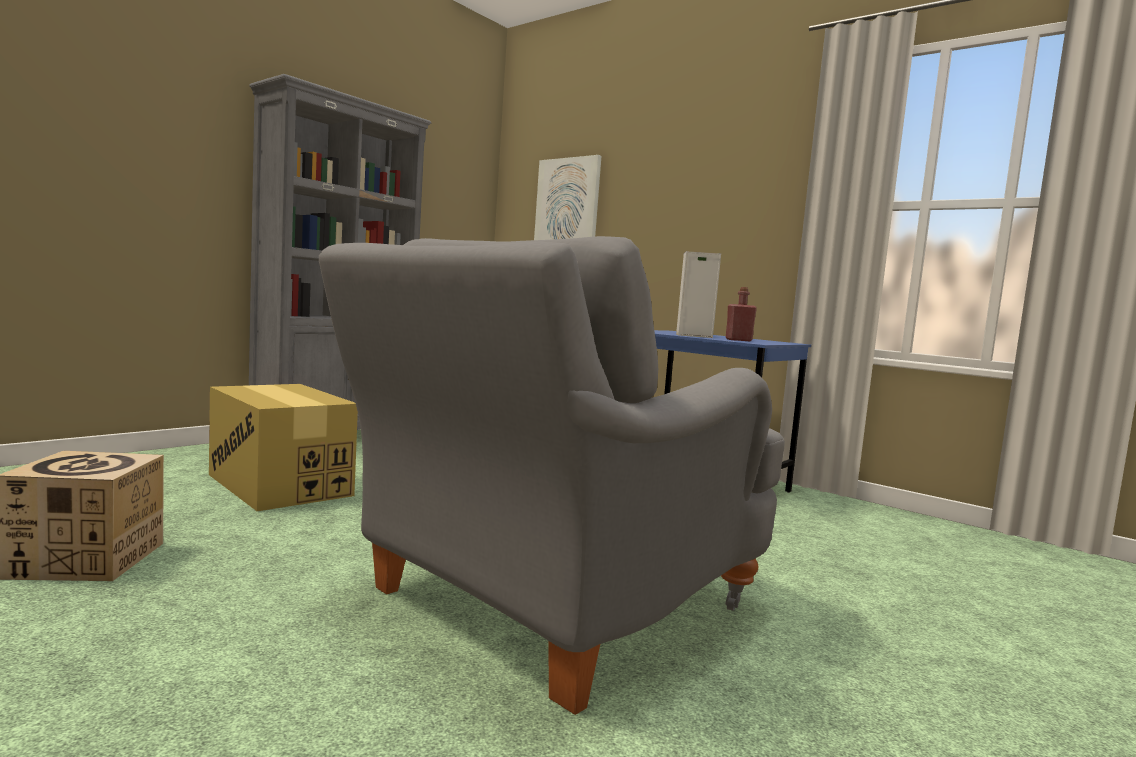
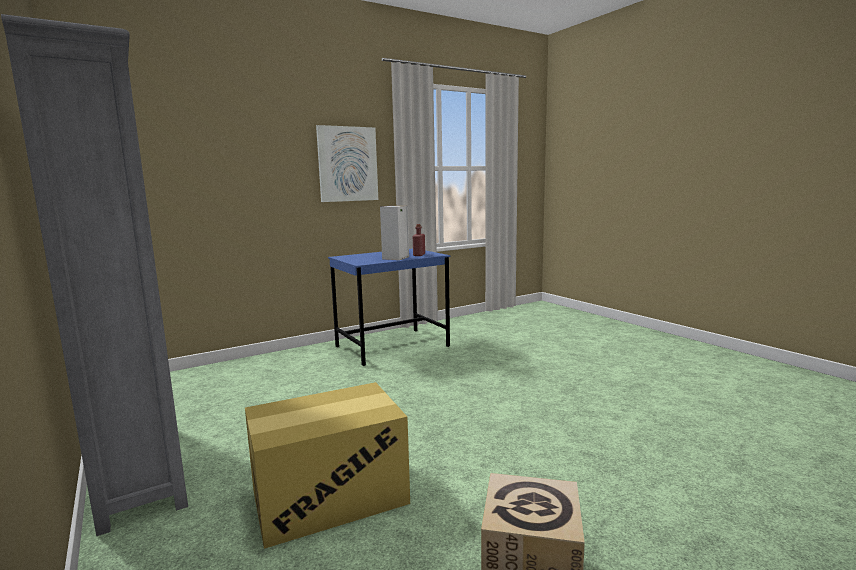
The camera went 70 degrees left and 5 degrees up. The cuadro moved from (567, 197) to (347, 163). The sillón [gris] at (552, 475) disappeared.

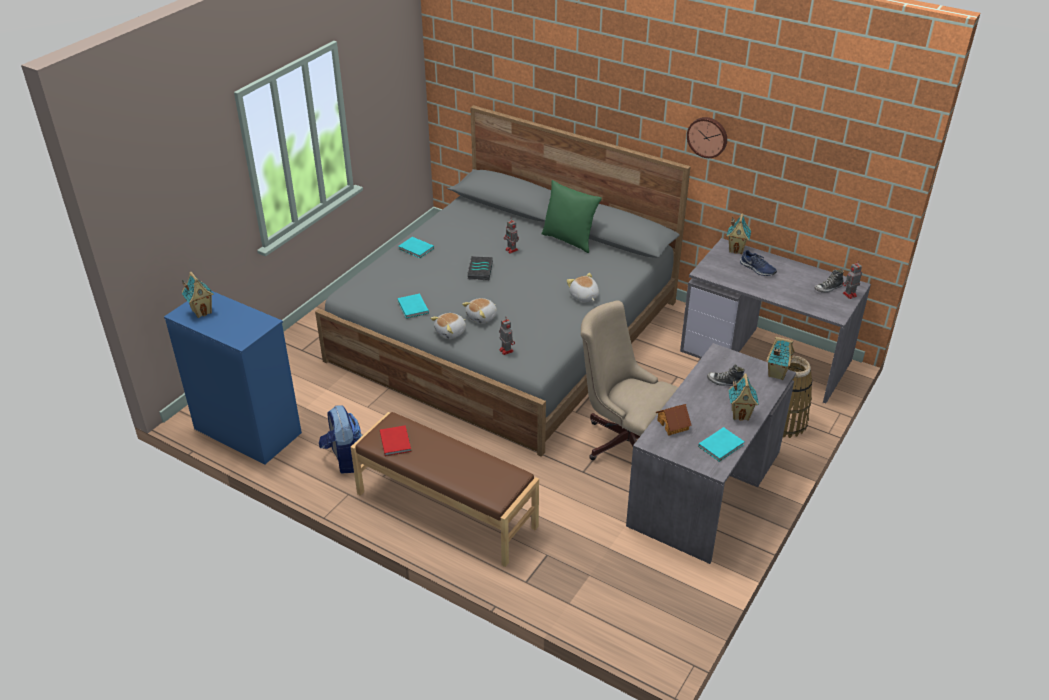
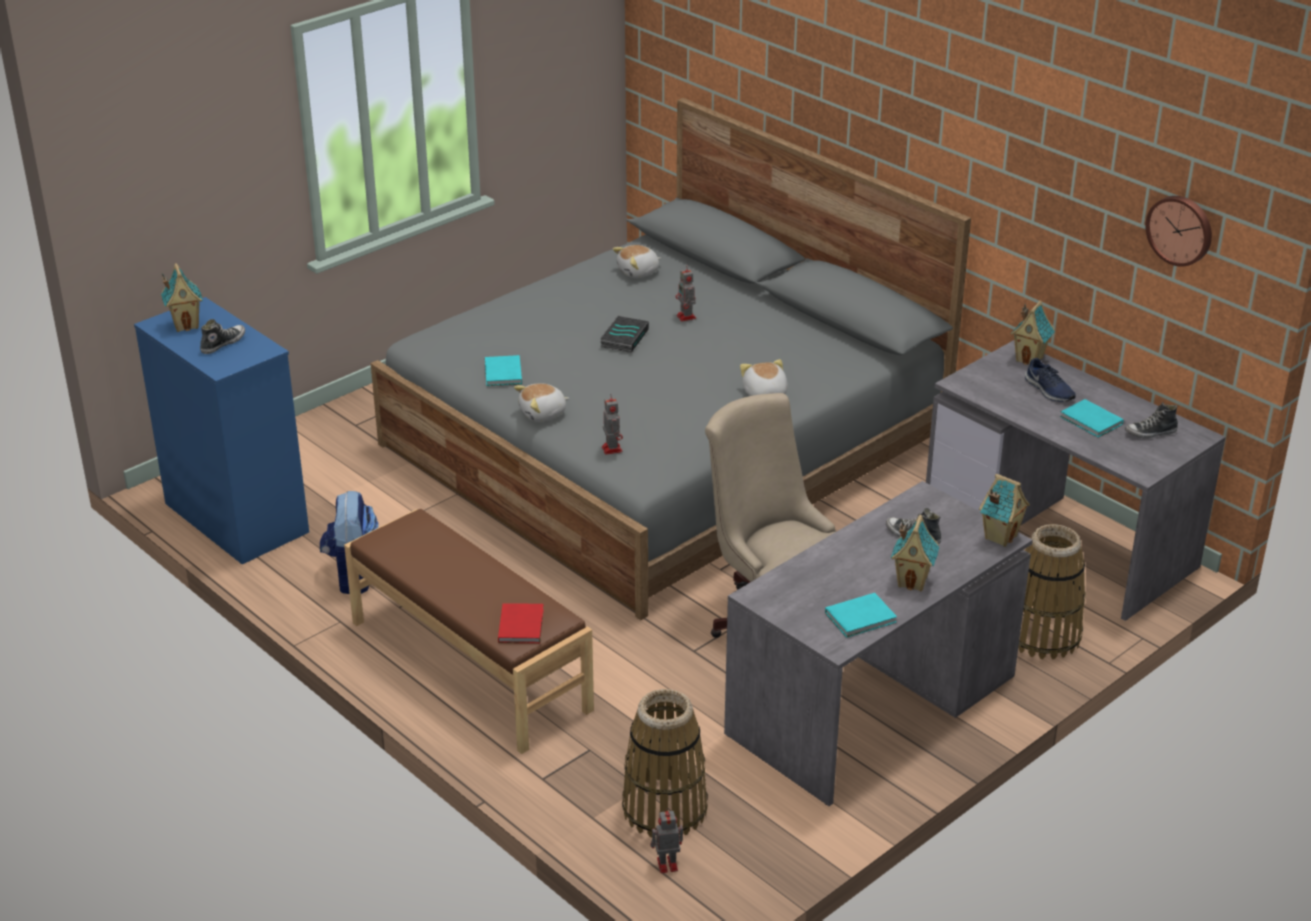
The camera went 15 degrees right and 5 degrees down. The reloj de pared moved from (707, 137) to (1178, 231). The cojín [verde] at (571, 216) disappeared. The libro [turquesa] moved from (416, 247) to (1092, 418). The robot de juguete moved from (852, 280) to (666, 840). The peluche moved from (479, 311) to (637, 261). The casita at (674, 420) disappeared. The libro [rojo] moved from (395, 440) to (521, 623). The zapato at (222, 336) appeared. The cesta at (665, 763) appeared.

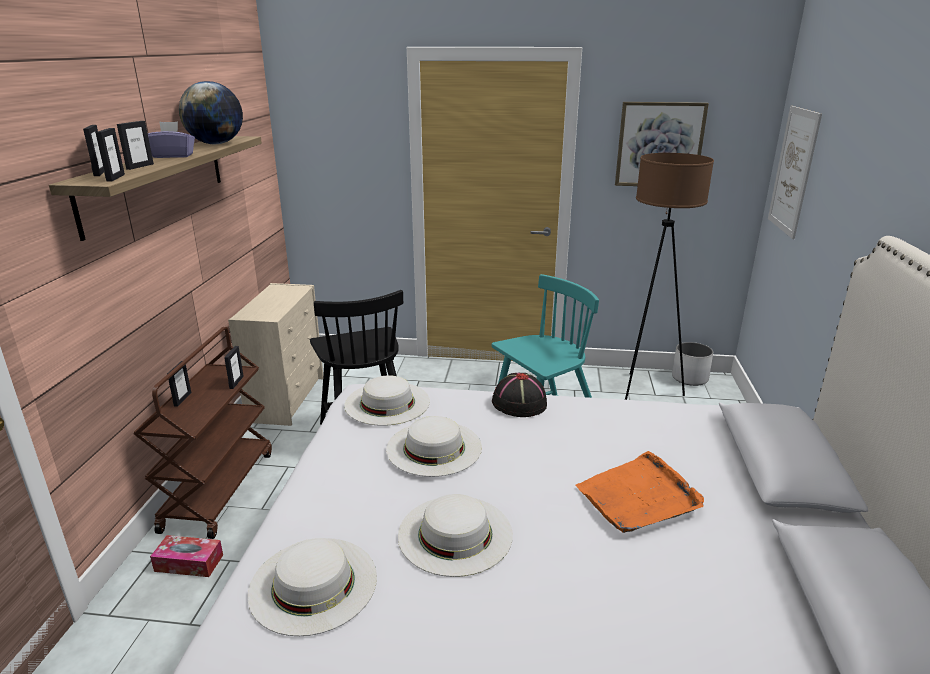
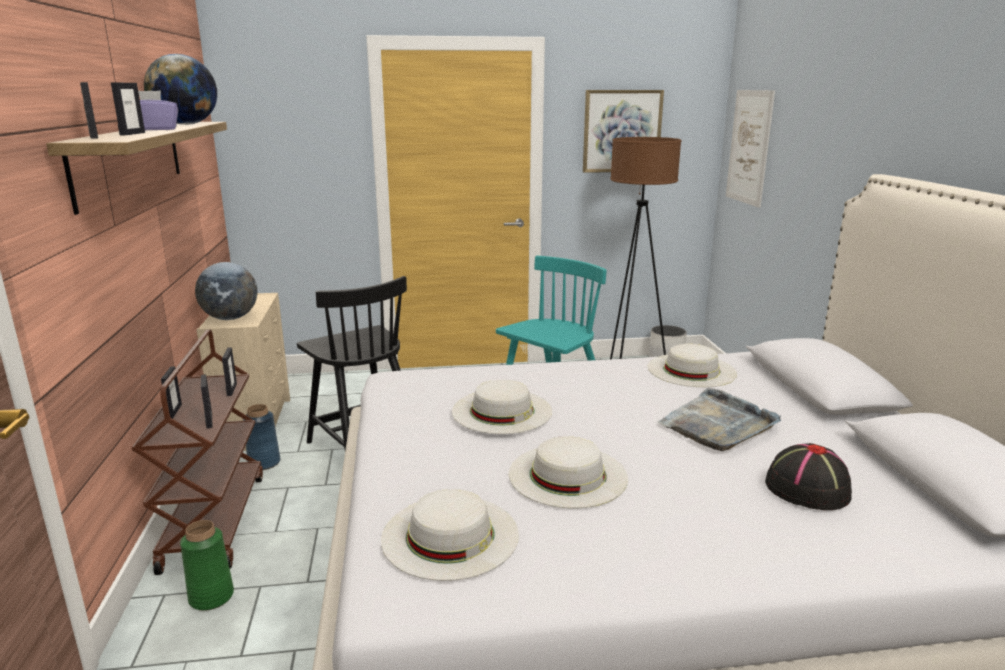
The camera went 15 degrees left and 5 degrees down. The portarretratos moved from (110, 155) to (206, 401). The sombrero [negro] moved from (519, 395) to (808, 476). The sombrero [blanco] moved from (387, 401) to (692, 365). The bandeja [naranja] at (640, 492) became the bandeja [gris] at (719, 420). The caja de pañuelos at (186, 556) was replaced by the florero [verde] at (207, 565). The globo terráqueo at (226, 291) appeared. The florero [azul] at (261, 437) appeared.

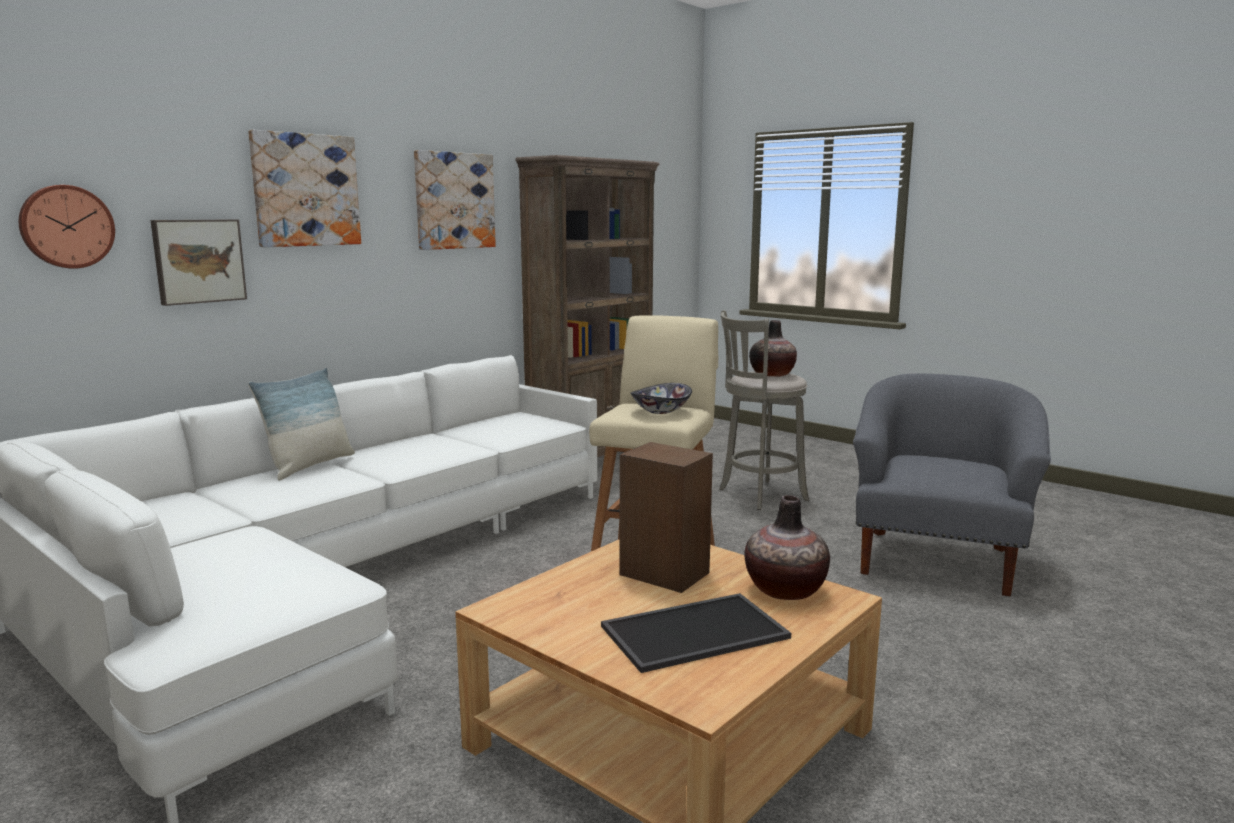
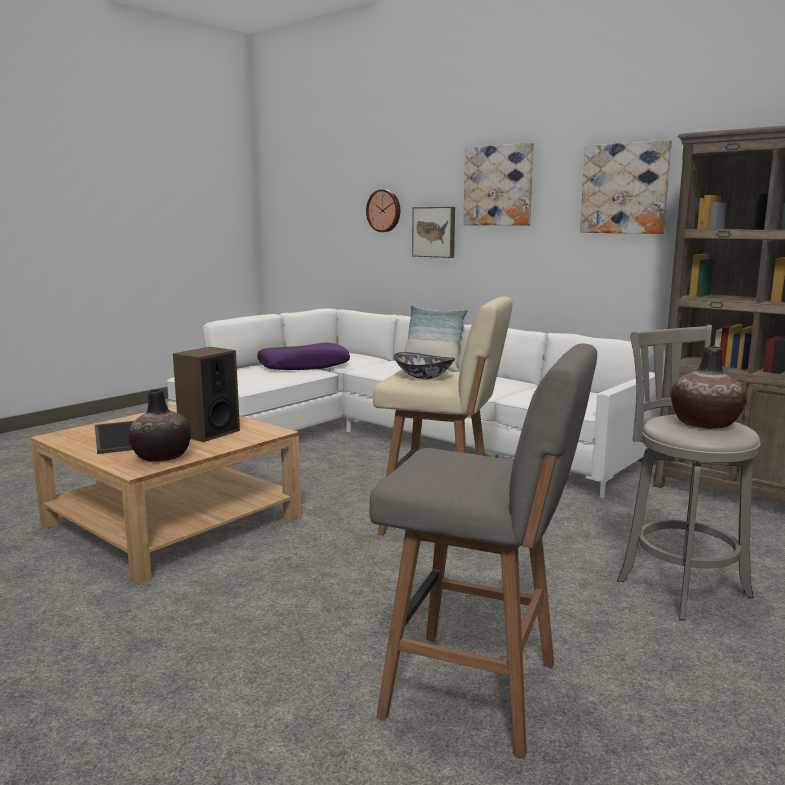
The camera went 90 degrees right and 0 degrees up. The sillón [gris] at (952, 485) was replaced by the taburete [gris] at (483, 551). The cojín [morado] at (303, 356) appeared.

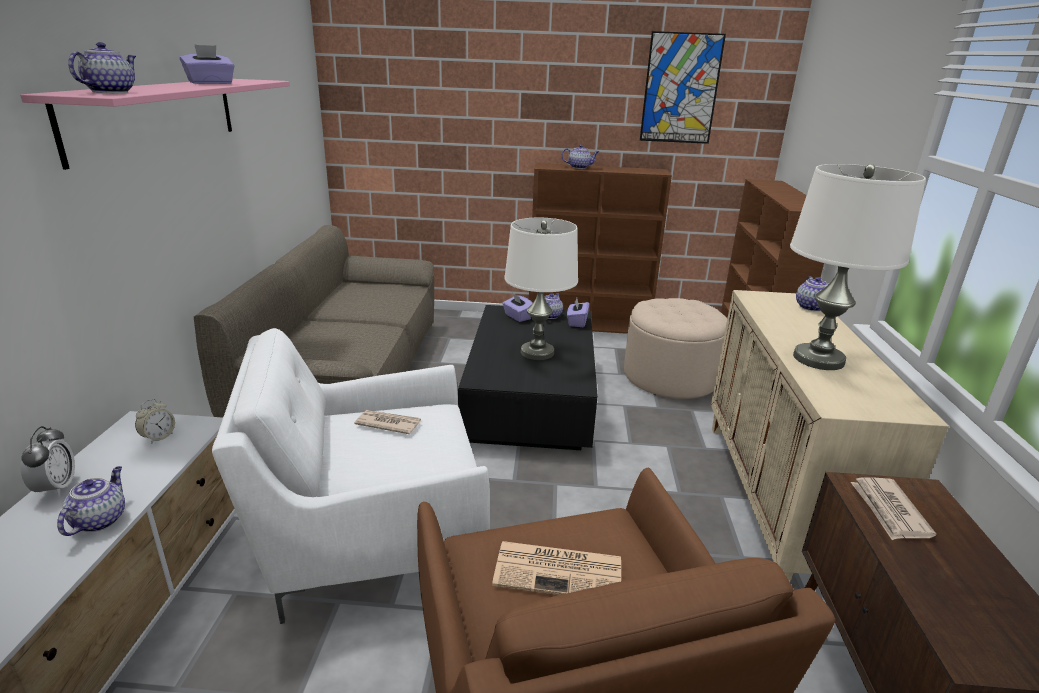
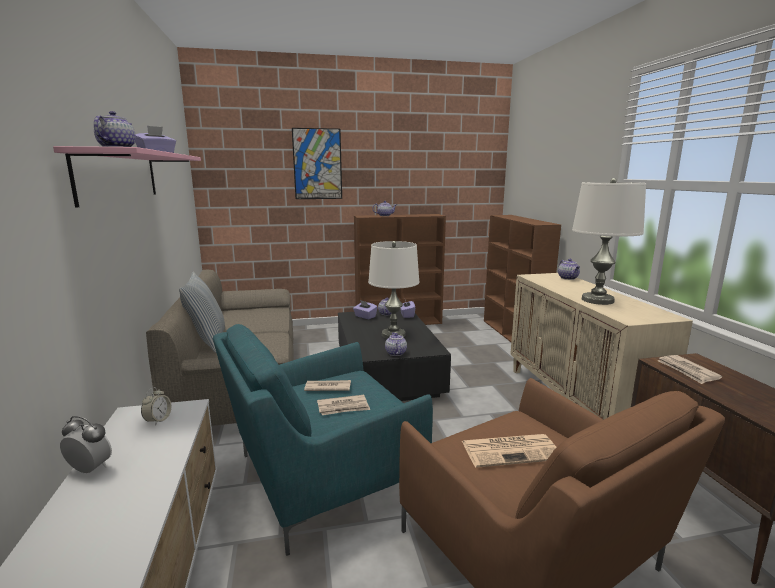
The camera went 15 degrees left and 10 degrees down. The cuadro moved from (683, 87) to (317, 163). The puf [beis] at (675, 348) disappeared. The sillón [blanco] at (351, 476) became the sillón [turquesa] at (323, 440). The despertador at (47, 461) turned 45 degrees counterclockwise. The tetera moved from (91, 501) to (396, 344). The cojín at (202, 312) appeared. The periódico at (343, 405) appeared.

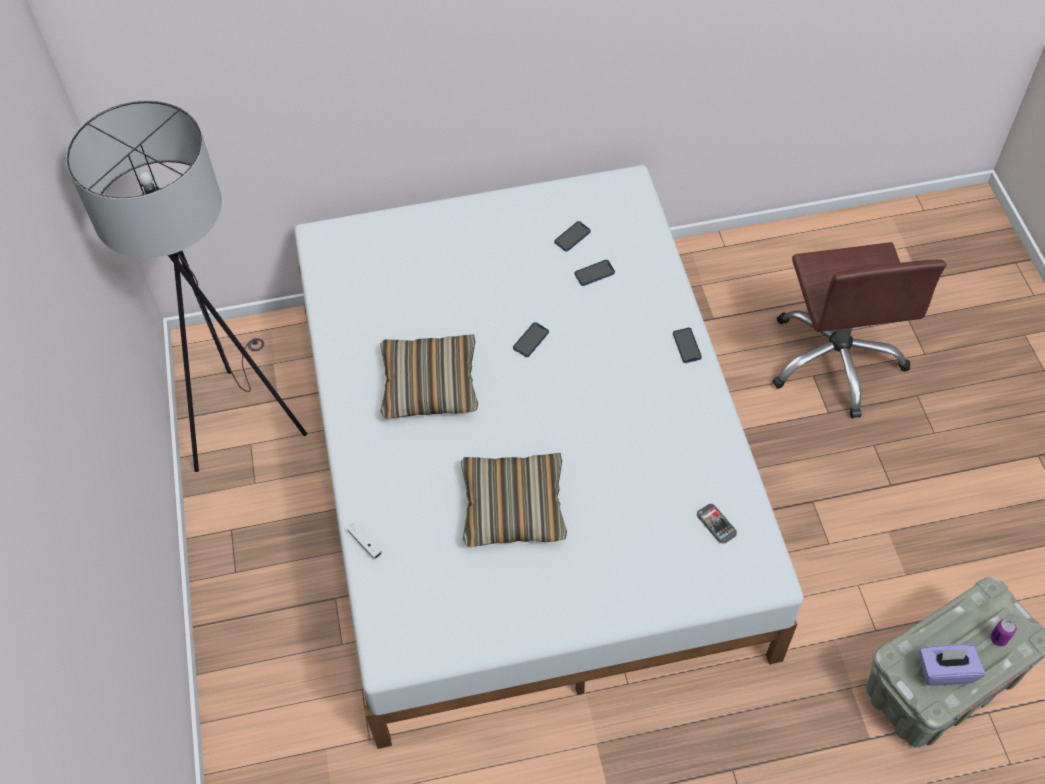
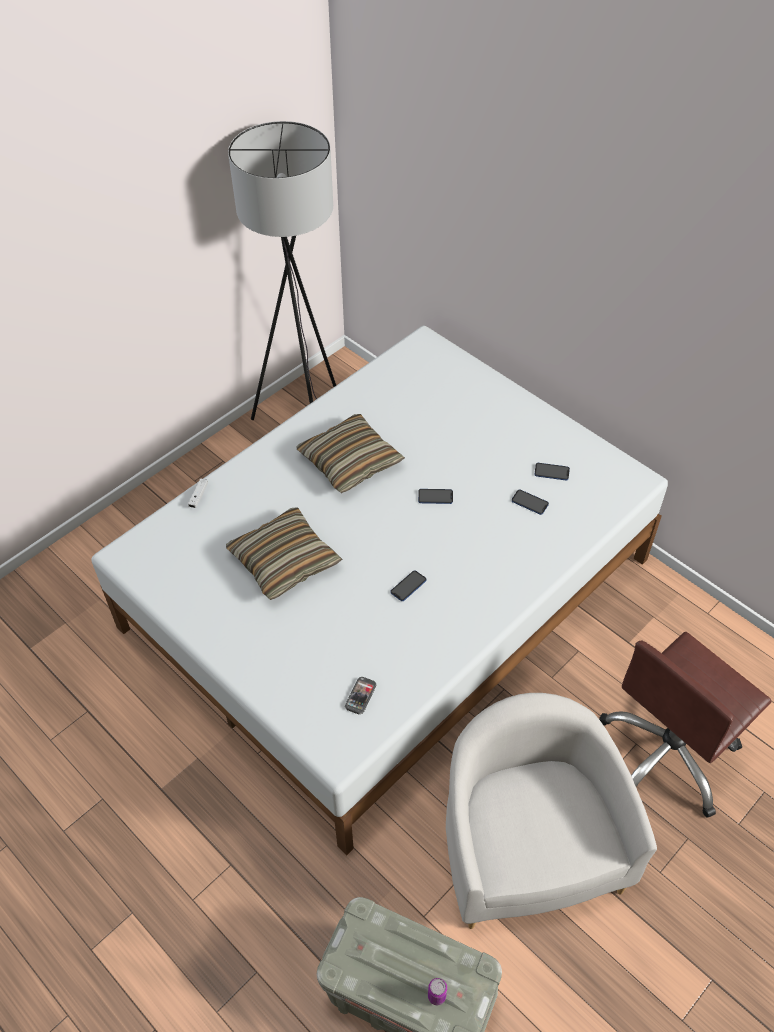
The camera went 55 degrees right and 5 degrees down. The móvil moved from (687, 345) to (408, 586). The caja de pañuelos [morado] at (952, 665) disappeared. The sillón [blanco] at (551, 811) appeared.

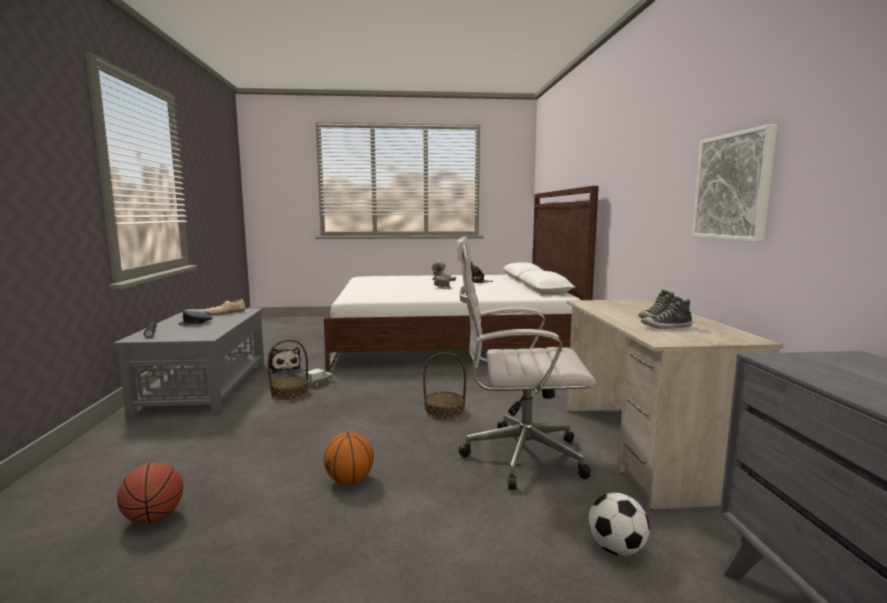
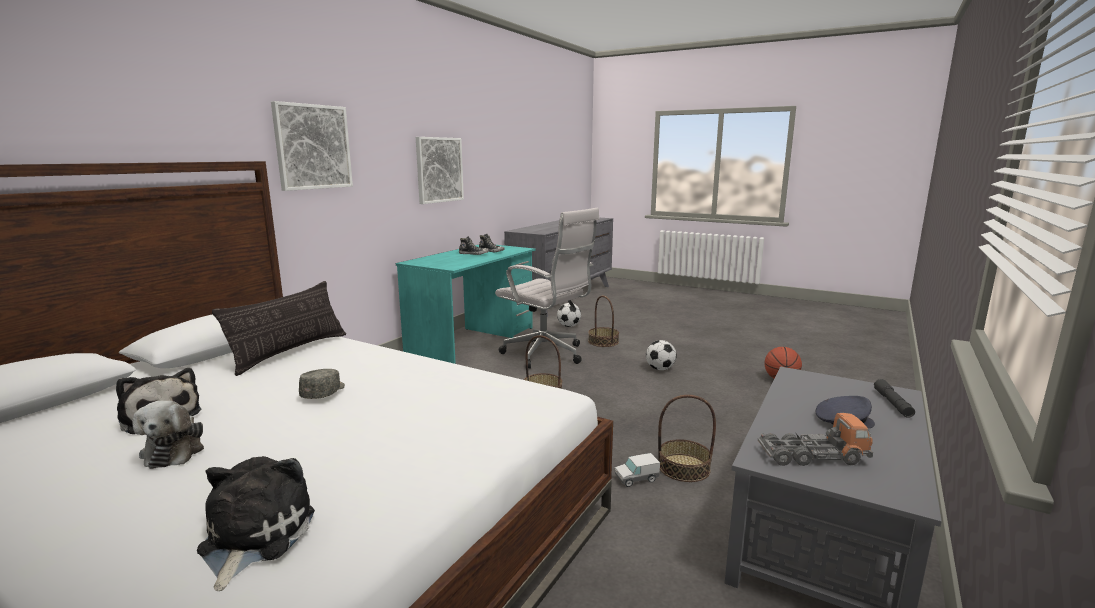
The camera went 145 degrees left and 5 degrees up. The zapato [beis] at (224, 307) was replaced by the camión de juguete at (815, 439). The escritorio [beis] at (675, 404) became the escritorio [turquesa] at (465, 304). The peluche moved from (285, 360) to (256, 523). The balón de baloncesto at (349, 458) was replaced by the balón de fútbol at (661, 355). The cuadro at (312, 146) appeared. The cojín at (279, 328) appeared. The cesta at (603, 321) appeared.

